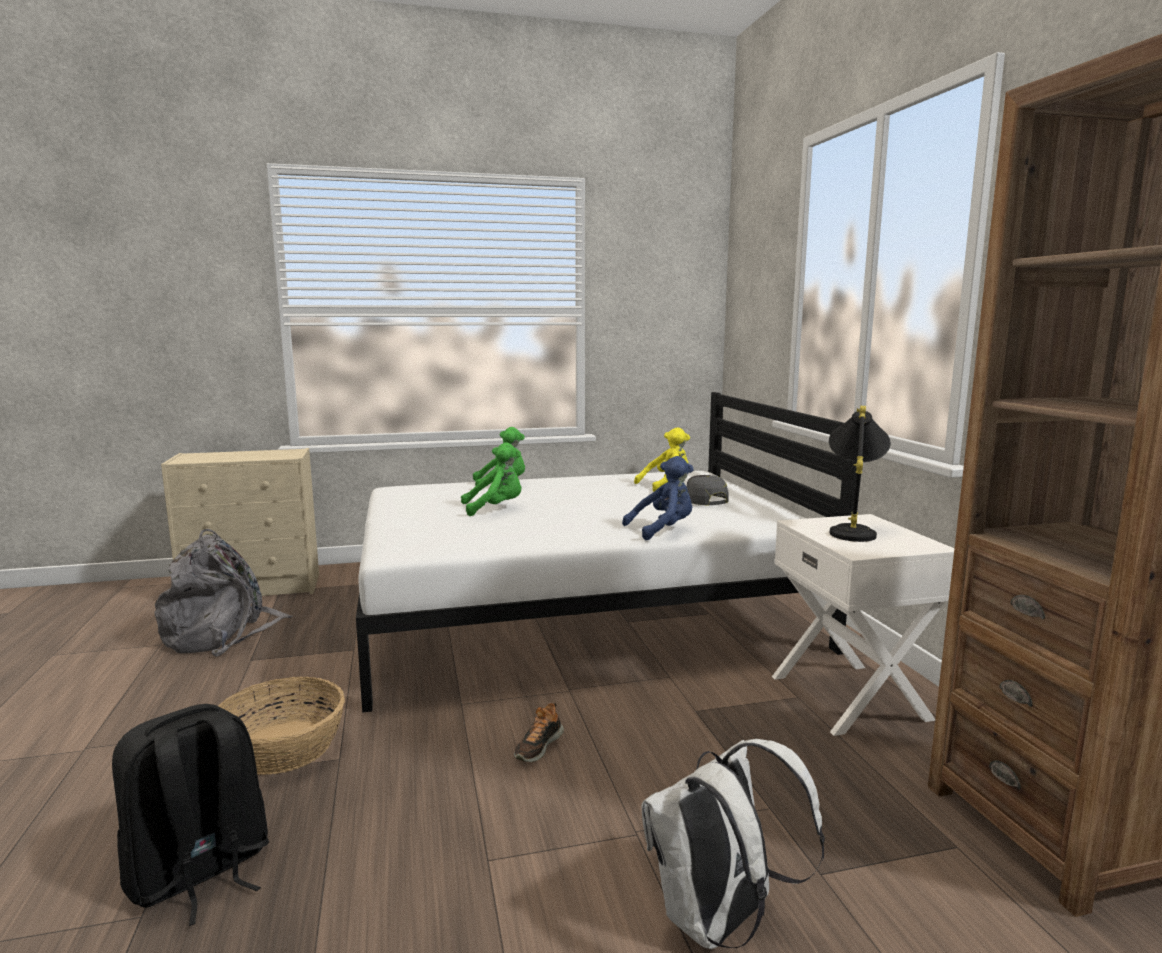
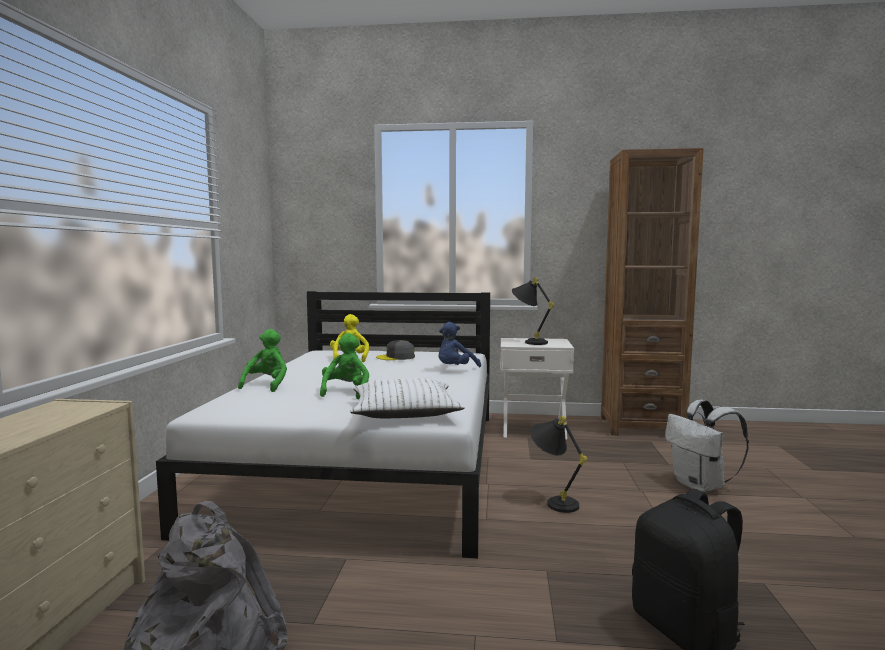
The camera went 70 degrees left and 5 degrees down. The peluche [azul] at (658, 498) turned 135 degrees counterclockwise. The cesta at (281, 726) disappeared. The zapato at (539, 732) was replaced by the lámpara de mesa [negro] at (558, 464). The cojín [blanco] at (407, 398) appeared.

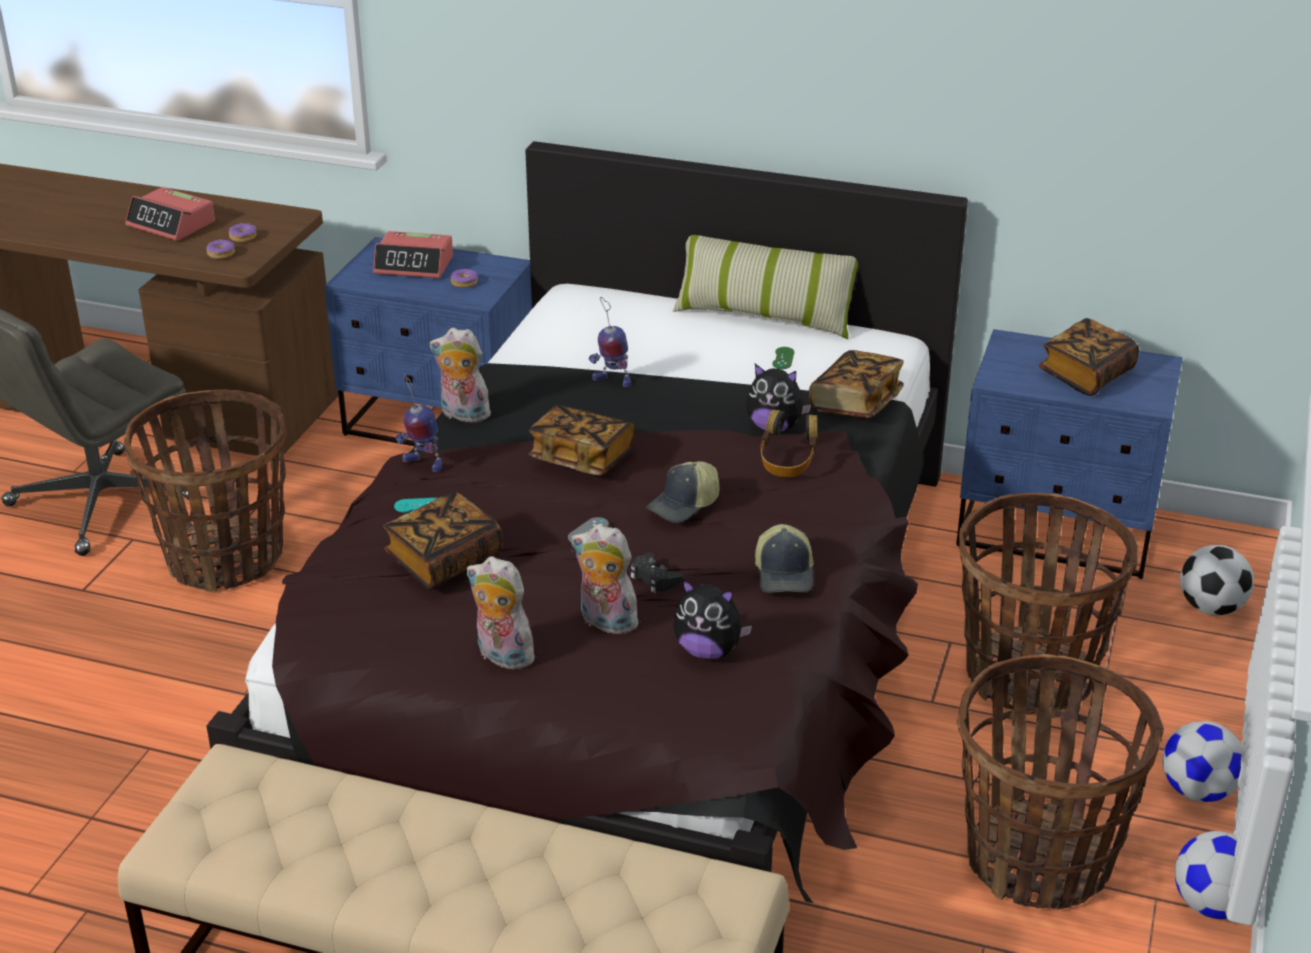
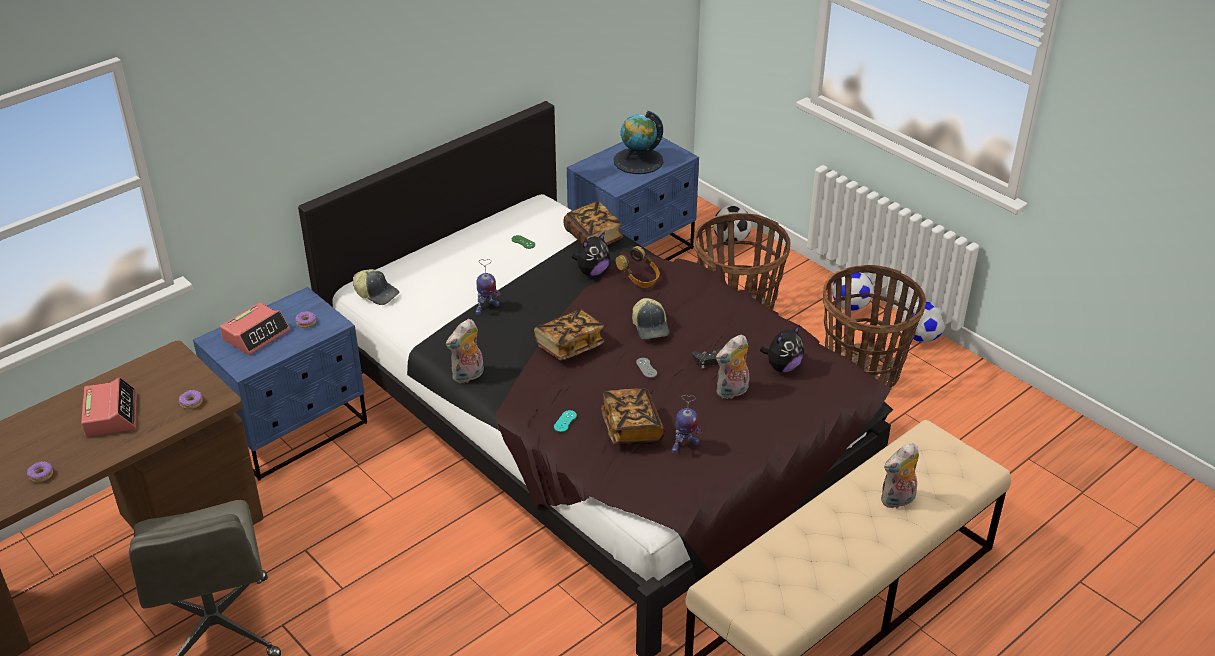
The camera went 60 degrees left and 5 degrees up. The despertador at (170, 214) turned 75 degrees counterclockwise. The rosquilla moved from (243, 232) to (40, 472). The cojín at (765, 287) disappeared. The libro at (1089, 357) was replaced by the globo terráqueo at (638, 142). The robot de juguete moved from (419, 423) to (687, 424). The cesta at (205, 491) disappeared. The gorra moved from (784, 558) to (376, 287). The peluche moved from (504, 613) to (900, 475).

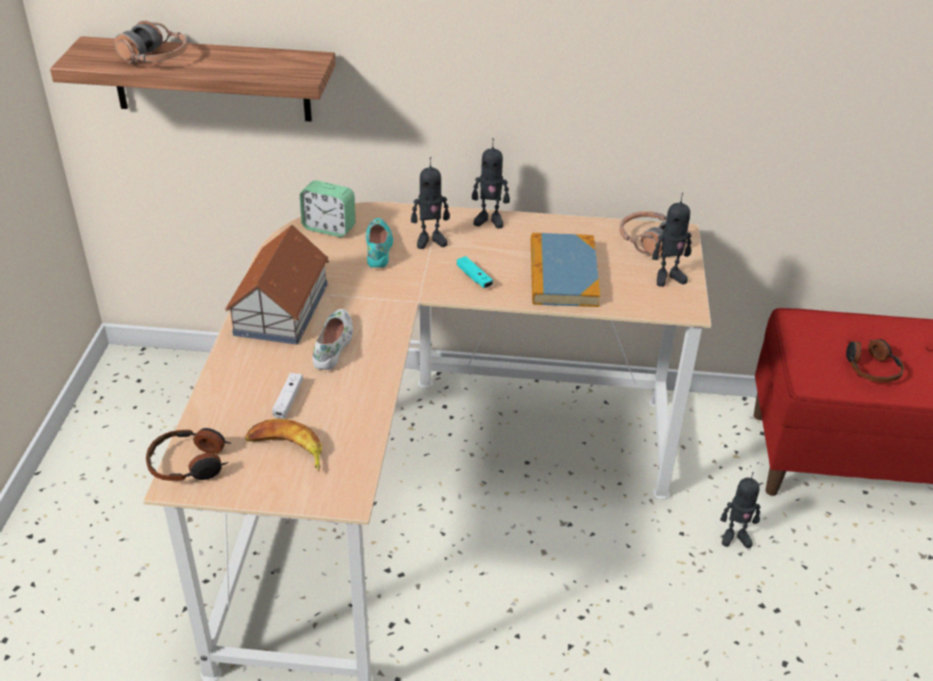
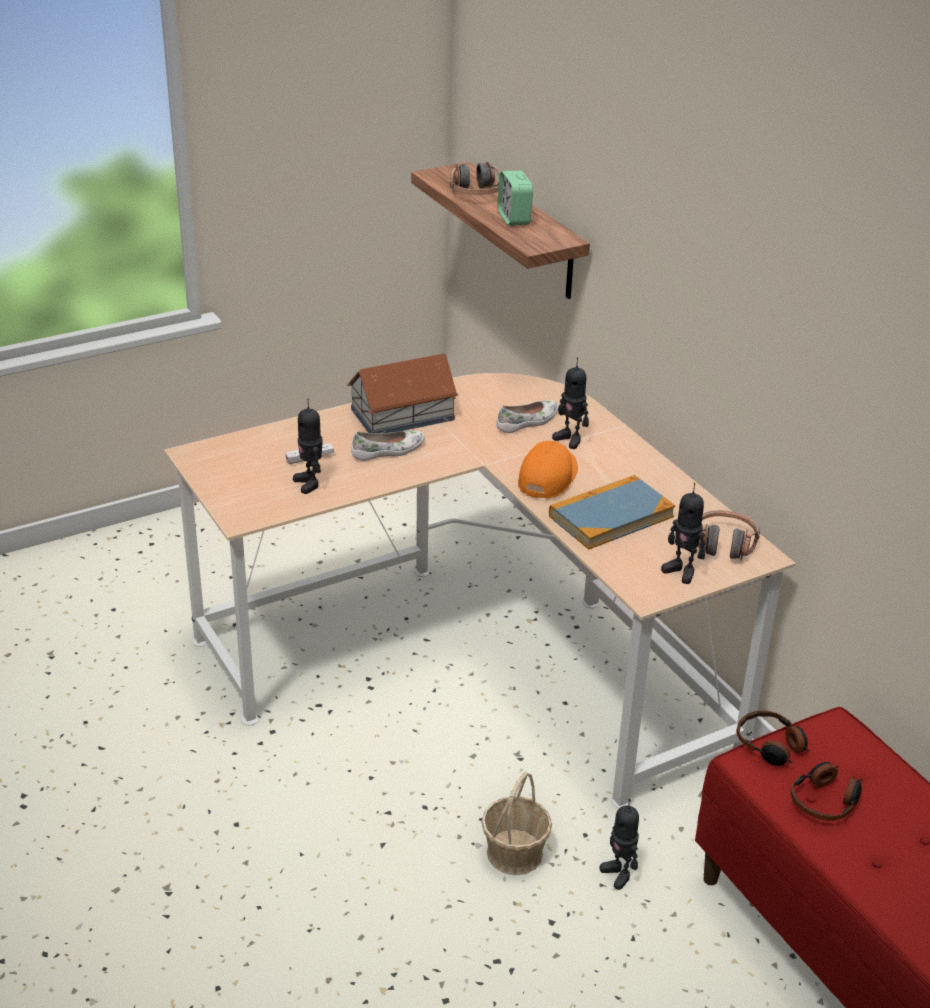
The camera went 55 degrees right and 5 degrees down. The robot de juguete moved from (491, 183) to (307, 446). The despertador moved from (327, 208) to (515, 198). The zapato [turquesa] at (379, 243) became the zapato [blanco] at (528, 416). The mando de consola [turquesa] at (475, 272) was replaced by the gorra [naranja] at (548, 470). The plátano at (283, 445) disappeared. The auriculares moved from (189, 454) to (773, 738). The cesta at (516, 823) appeared.

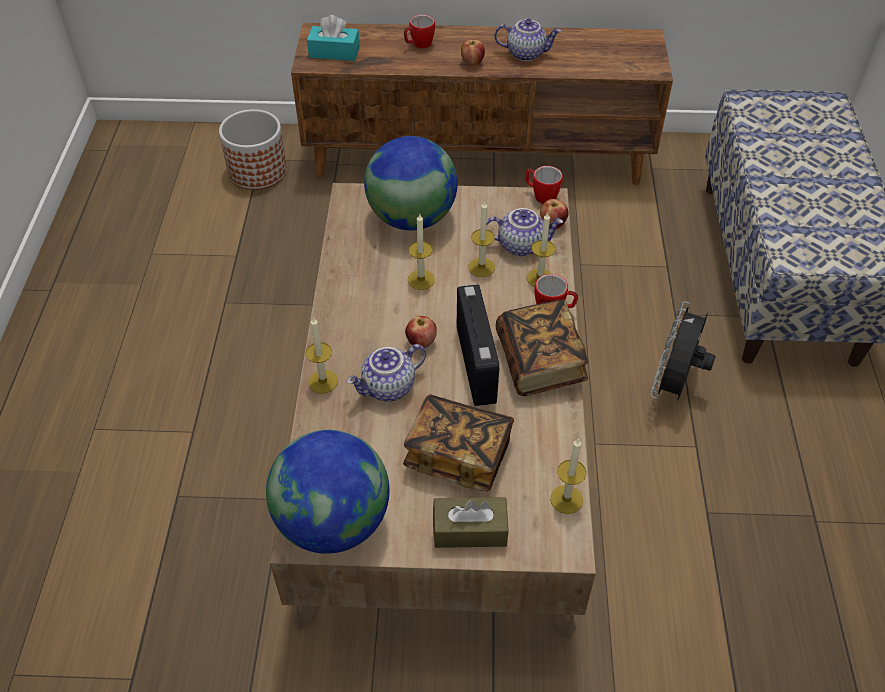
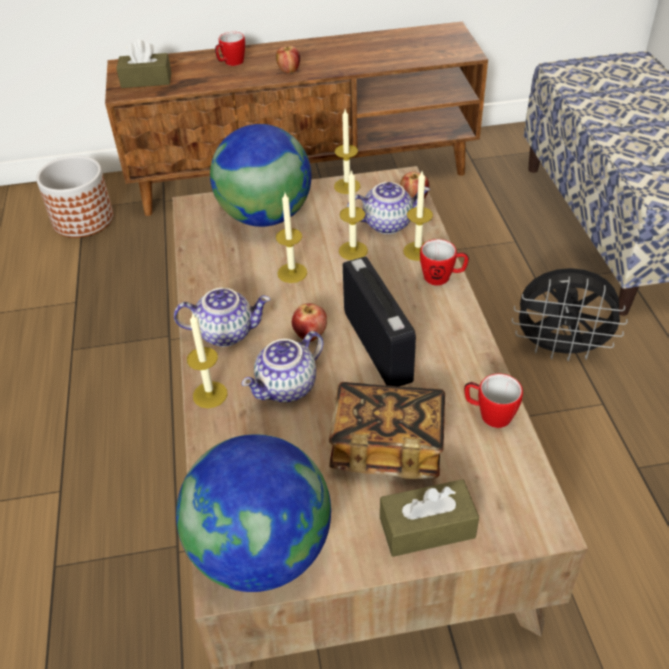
The camera went 10 degrees left and 5 degrees down. The caja de pañuelos [turquesa] at (333, 38) became the caja de pañuelos [marrón] at (143, 63). The tetera moved from (527, 40) to (222, 317). The taza grande moved from (544, 185) to (493, 400). The libro at (542, 348) disappeared. The ventilador [negro] at (683, 350) turned 90 degrees counterclockwise. The vela moved from (568, 476) to (347, 151).

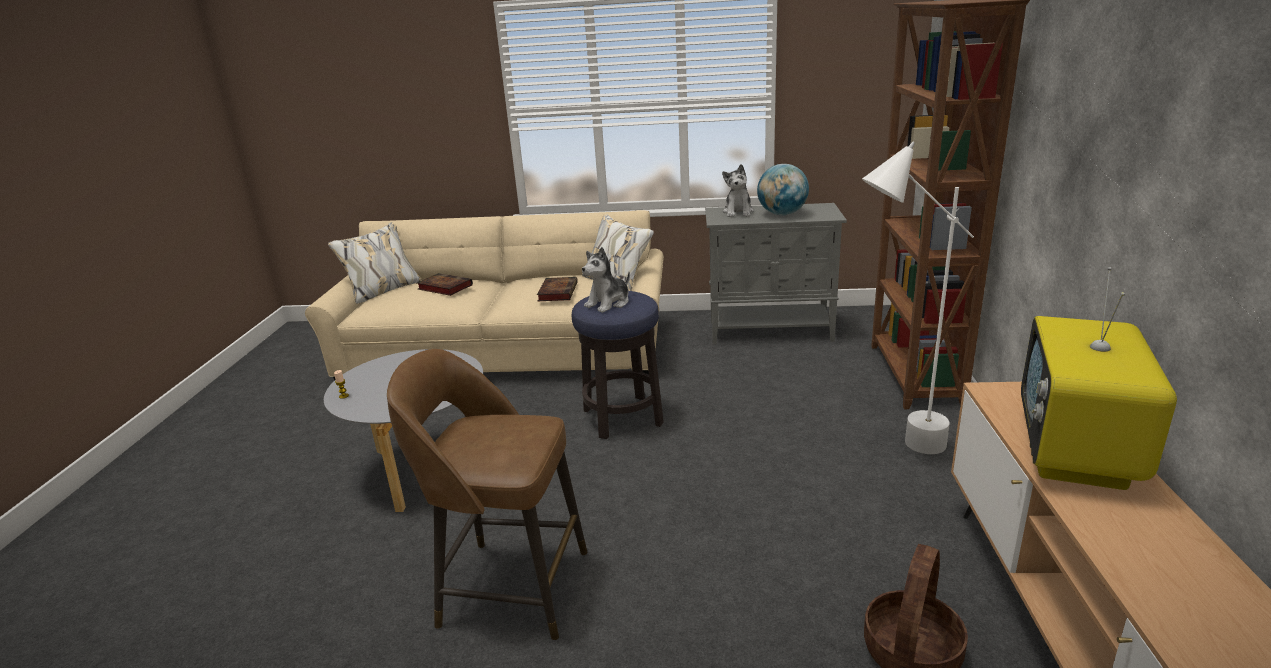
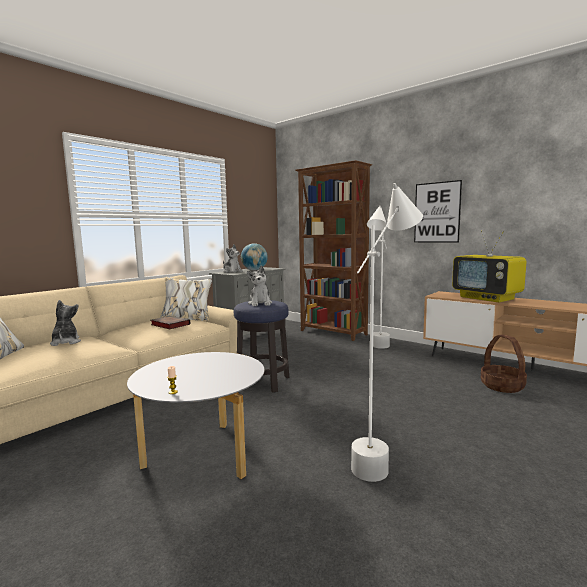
The camera went 55 degrees left and 15 degrees down. The libro at (445, 284) was replaced by the peluche at (65, 323). The taburete [marrón] at (487, 494) was replaced by the lámpara de pie [blanco] at (387, 332). The cuadro at (438, 211) appeared.

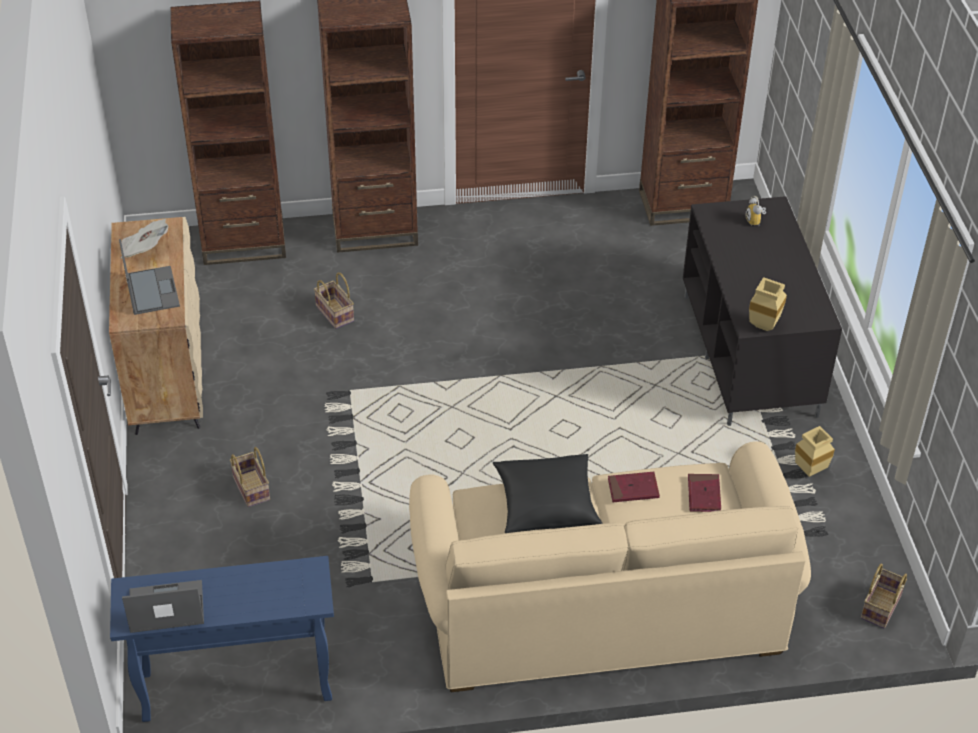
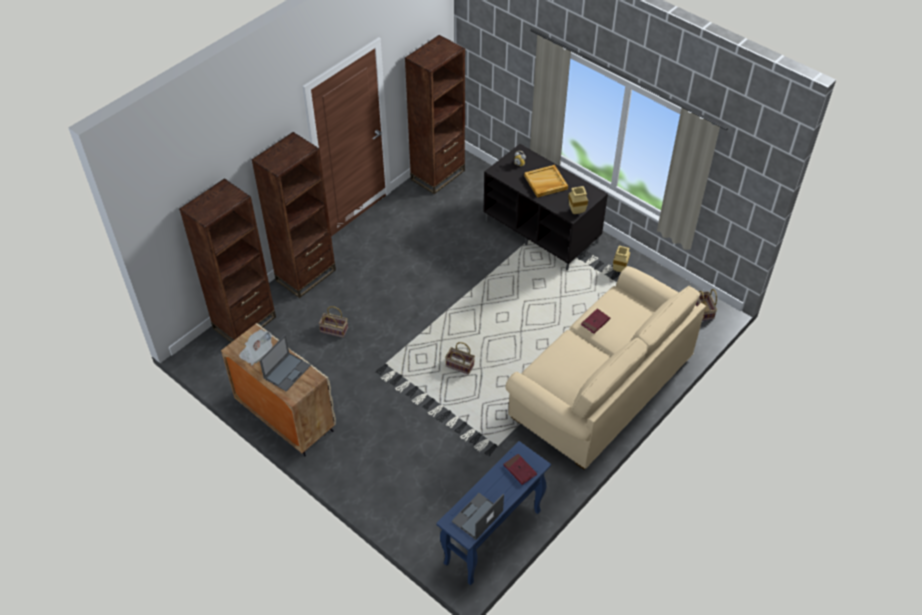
The camera went 40 degrees left and 5 degrees up. The portátil at (149, 277) turned 90 degrees clockwise. The cesta moved from (250, 477) to (460, 358). The cojín [negro] at (548, 493) disappeared. The libro [rojo] moved from (704, 493) to (520, 469). The bandeja [beis] at (546, 181) appeared.

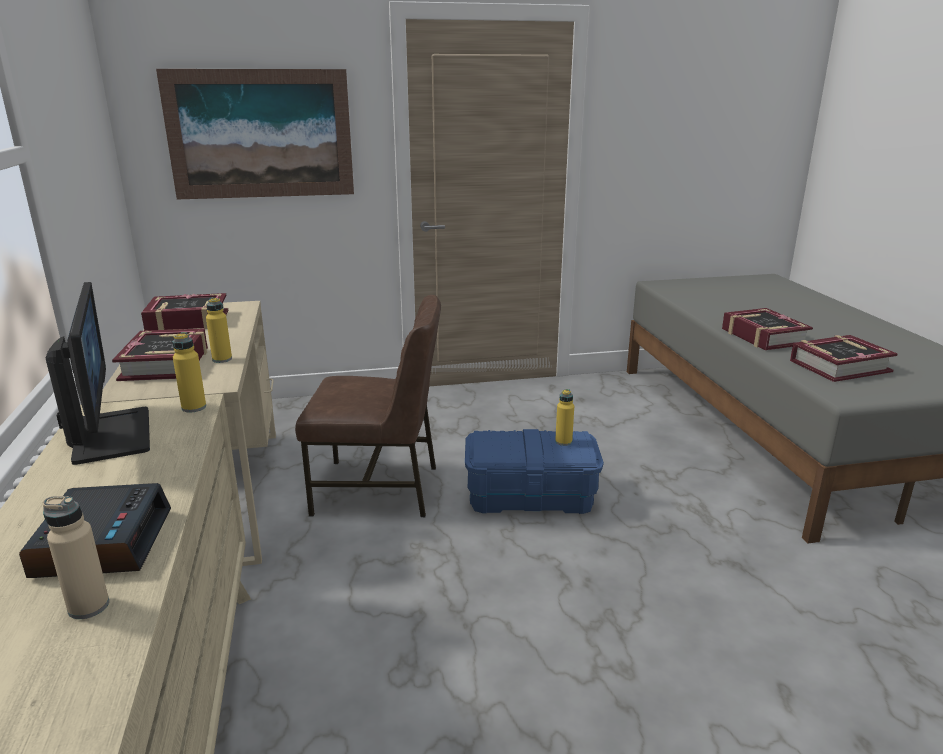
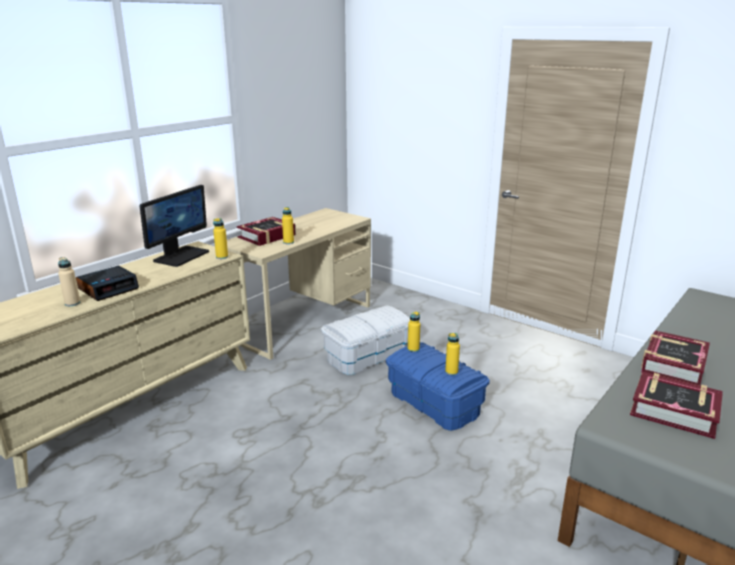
The camera went 50 degrees right and 0 degrees up. The cuadro at (255, 134) disappeared. The libro at (184, 312) disappeared. The silla [marrón] at (368, 406) was replaced by the caja de almacenaje [blanco] at (365, 340). The botella [amarillo] at (414, 332) appeared.

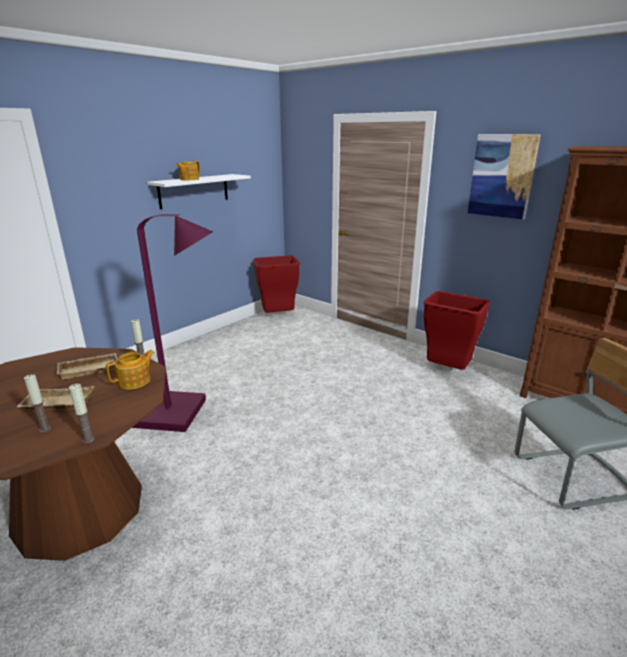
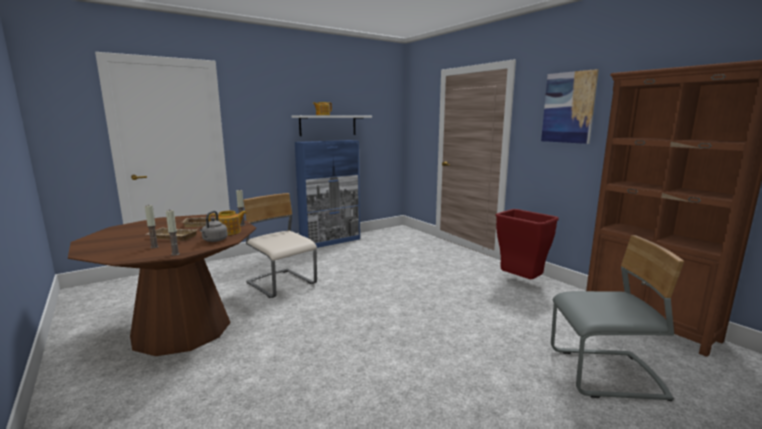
The camera went 15 degrees right and 10 degrees down. The lámpara de pie [morado] at (172, 323) was replaced by the silla [beis] at (280, 245). The papelera [rojo] at (276, 284) disappeared. The armario [azul] at (327, 194) appeared. The hervidor [gris] at (214, 226) appeared.

